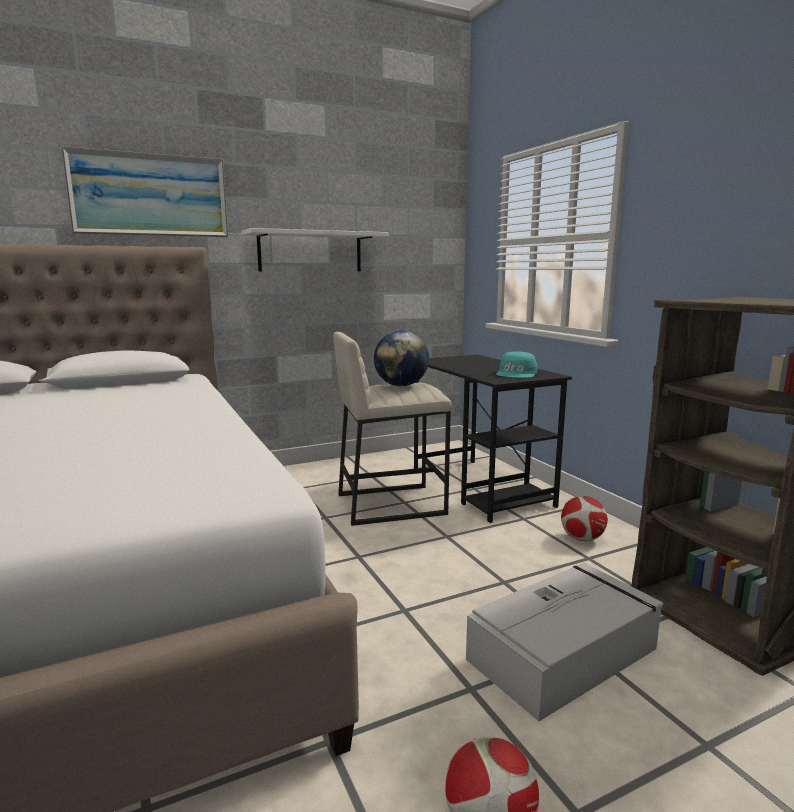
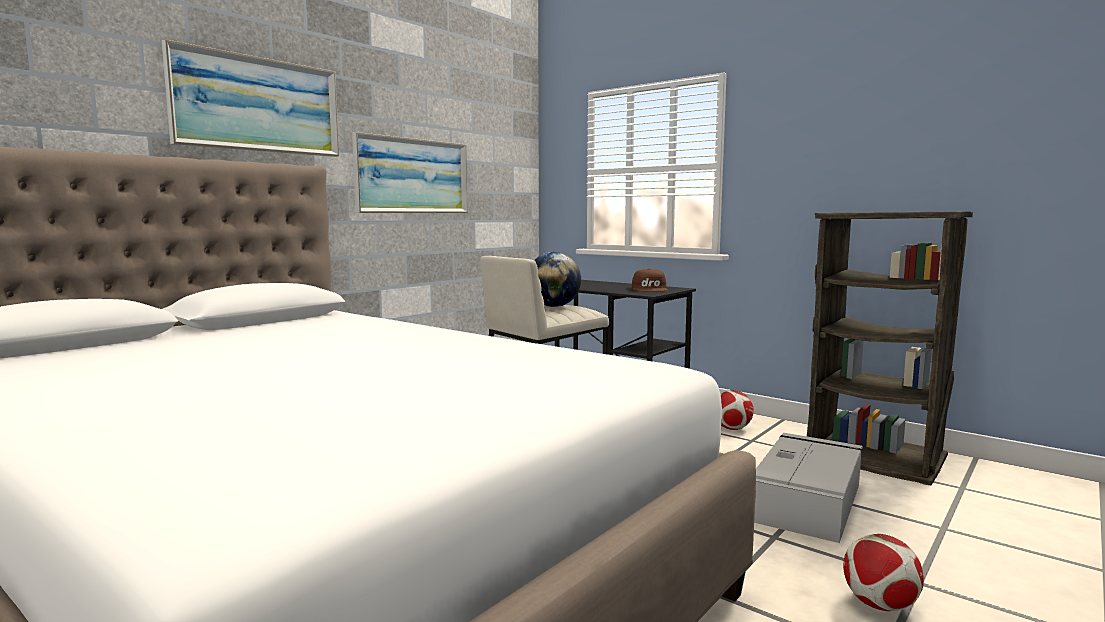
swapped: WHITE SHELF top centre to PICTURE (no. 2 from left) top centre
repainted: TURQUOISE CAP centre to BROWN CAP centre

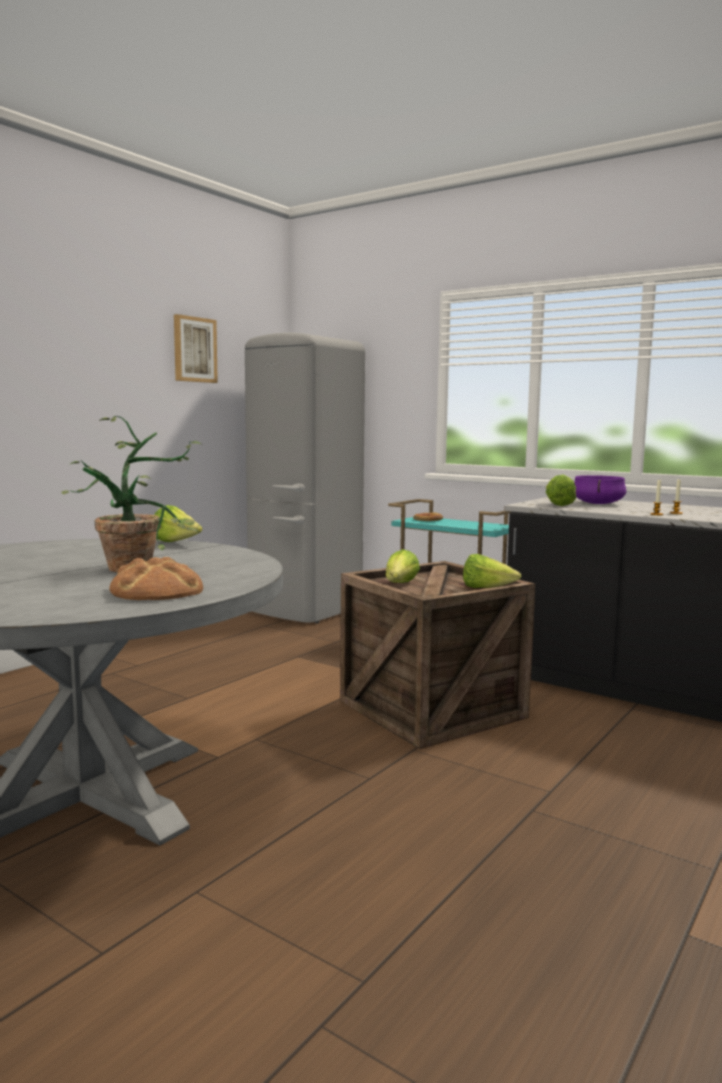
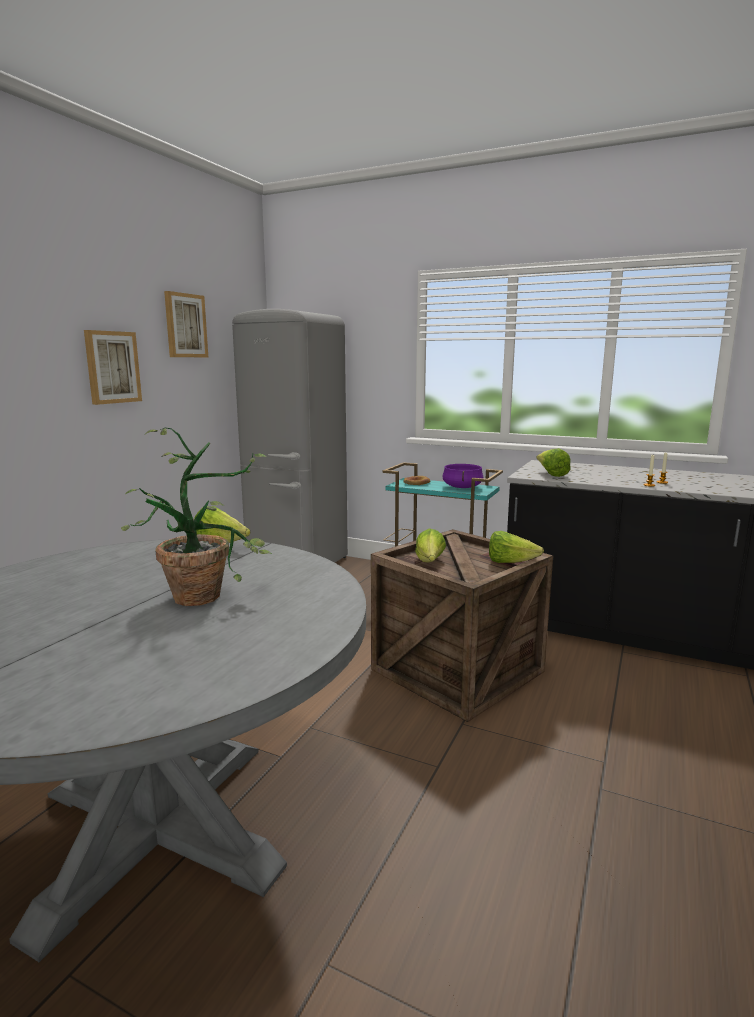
gone: BREAD (no. 1 from left) middle left
new: PICTURE (no. 1 from left) middle left
shifted: PURPLE COOKING POT middle right to centre

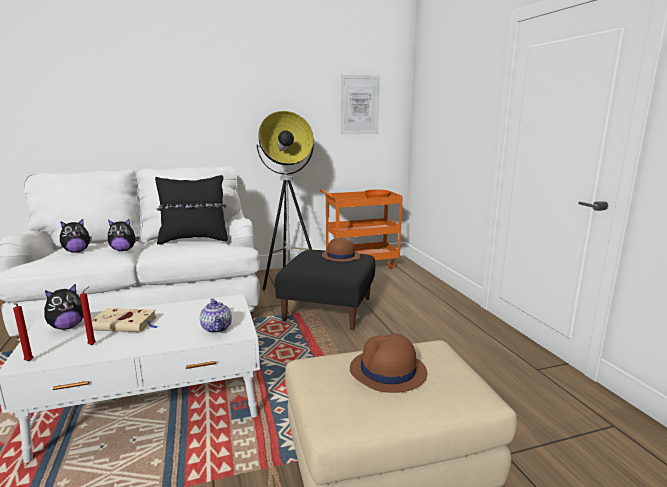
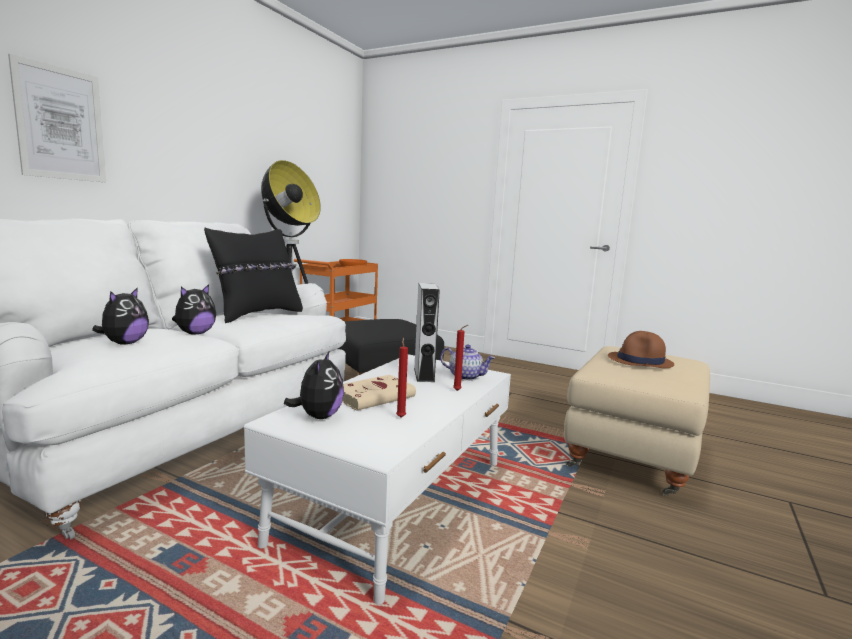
gone: BROWN HAT (no. 1 from left) centre
new: GREY SPEAKER centre
shifted: PICTURE top centre to top left; RED CANDLE (no. 1 from left in the first image) bottom left to RED CANDLE (no. 2 from left) centre

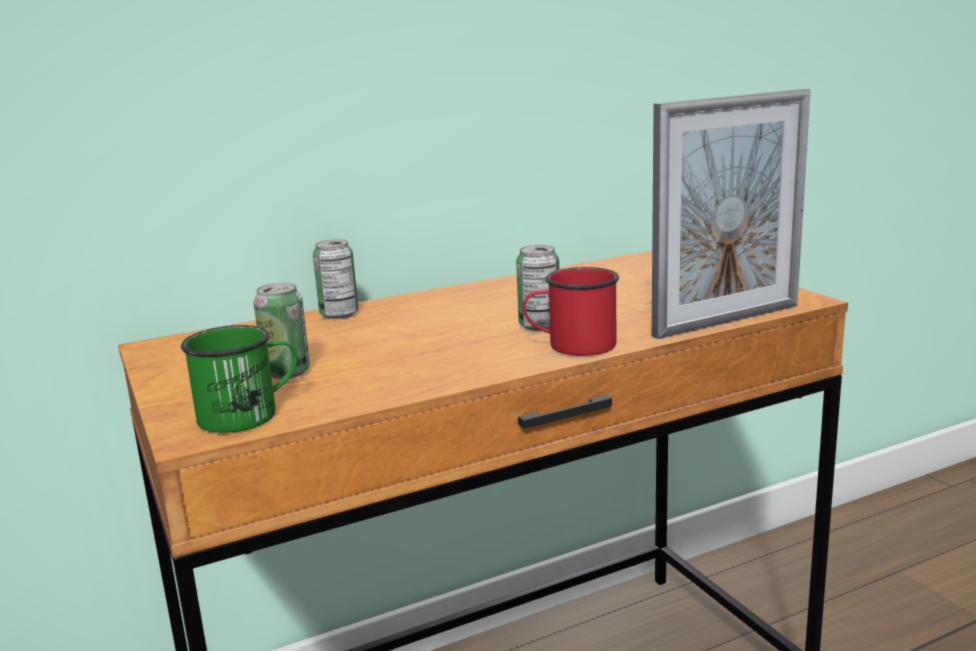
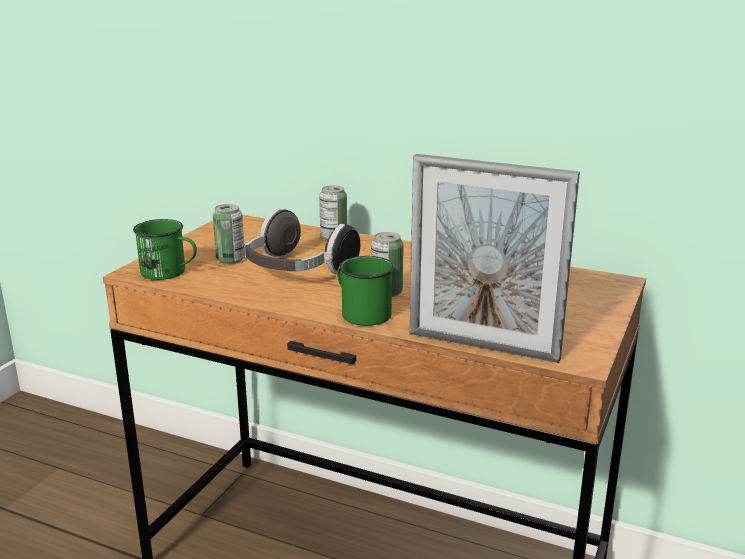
new: HEADPHONES centre
repainted: RED MUG centre to GREEN MUG (no. 2 from left) centre

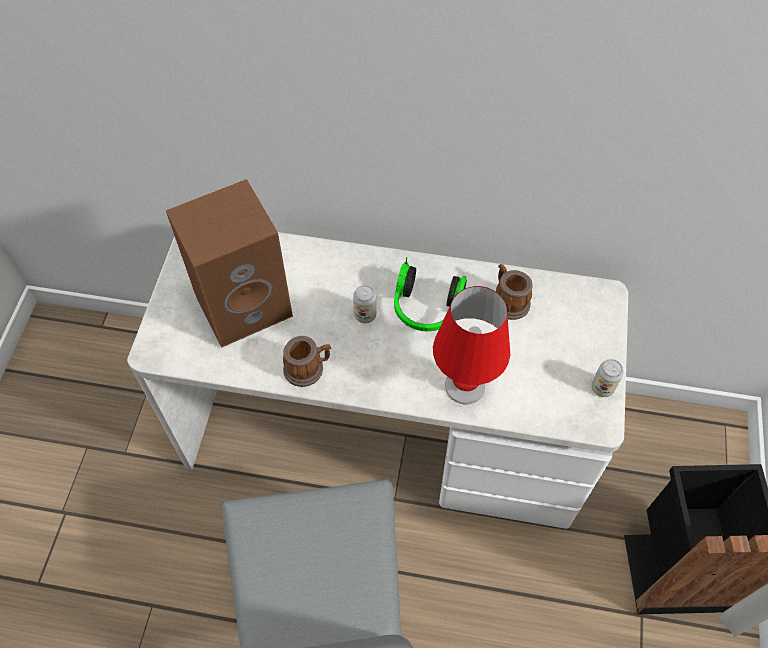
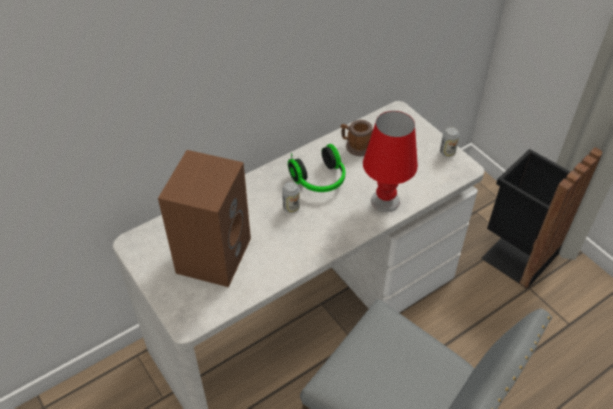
gone: MUG (no. 1 from left) centre

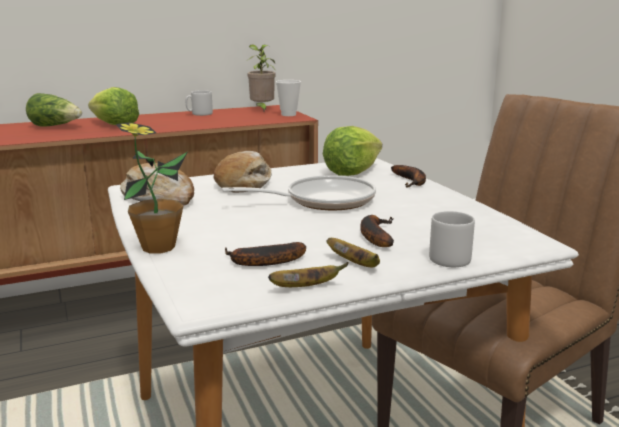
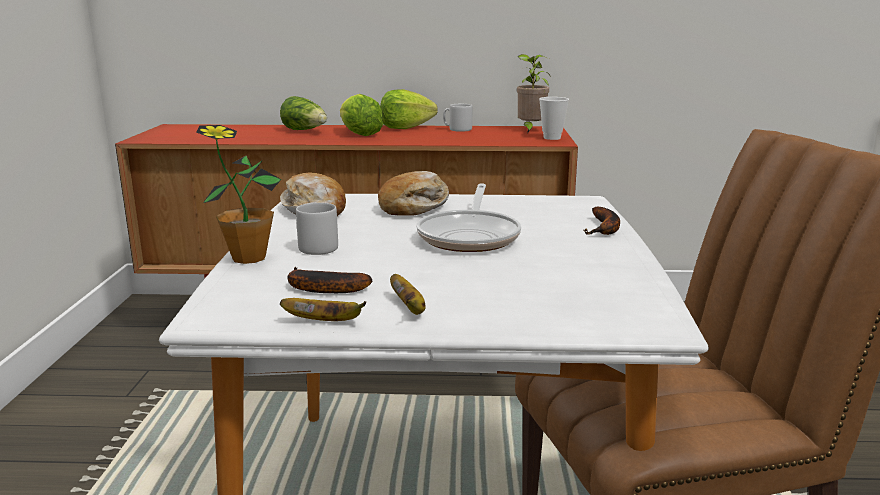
gone: BANANA (no. 4 from left) centre
shifted: LETTUCE (no. 3 from left) centre to top centre; GREY MUG (no. 2 from left in the first image) middle right to GREY MUG (no. 1 from left) centre
rotated: FRYING PAN centre = centre 90 degrees clockwise

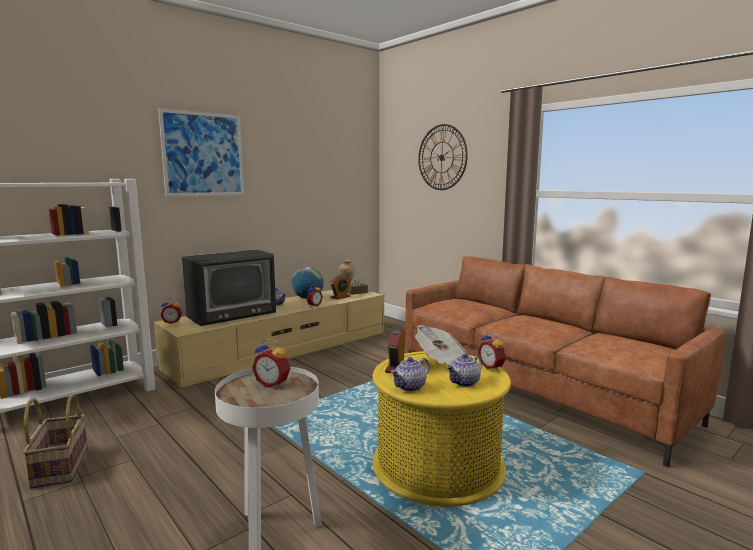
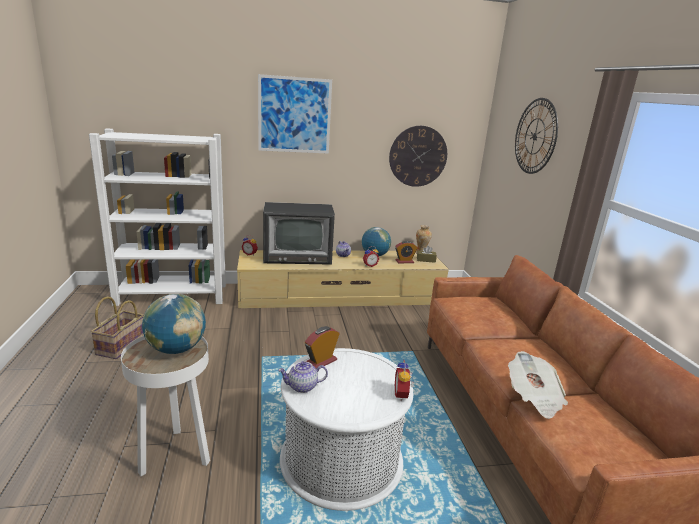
gone: TEAPOT (no. 3 from left) bottom centre
new: WALL CLOCK (no. 1 from left) top centre
shifted: NEWSPAPER centre to bottom right
swapped: ALARM CLOCK (no. 2 from left) centre to GLOBE (no. 1 from left) middle left
repainted: YELLOW COFFEE TABLE bottom centre to WHITE COFFEE TABLE bottom centre

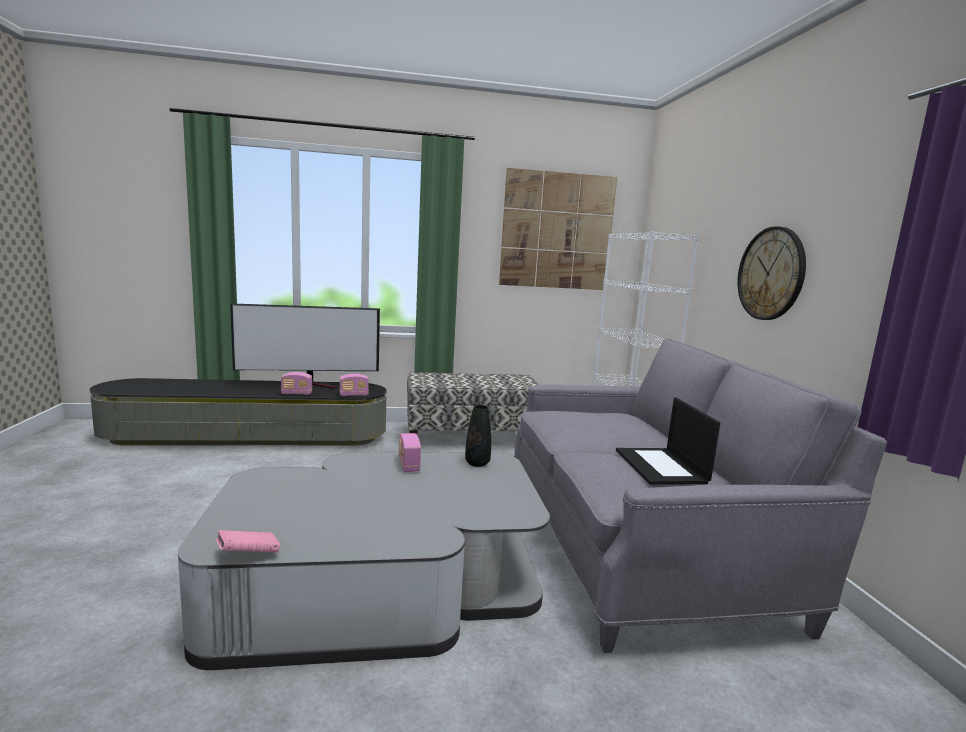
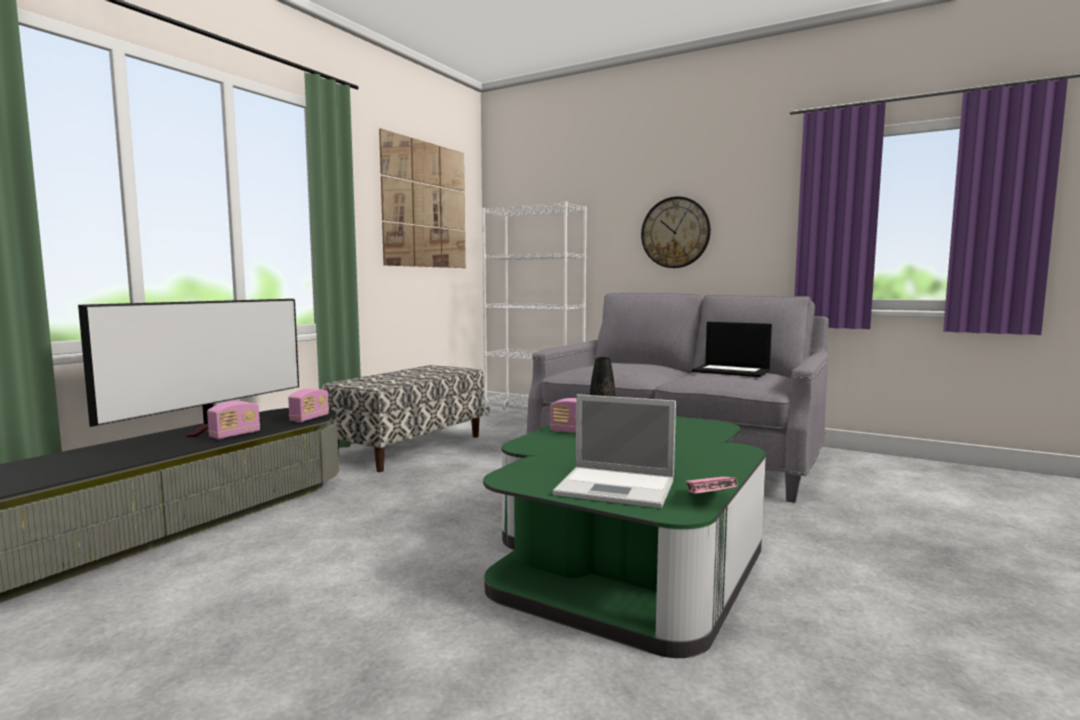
new: LAPTOP (no. 1 from left) centre
repainted: GREY COFFEE TABLE bottom centre to GREEN COFFEE TABLE bottom centre

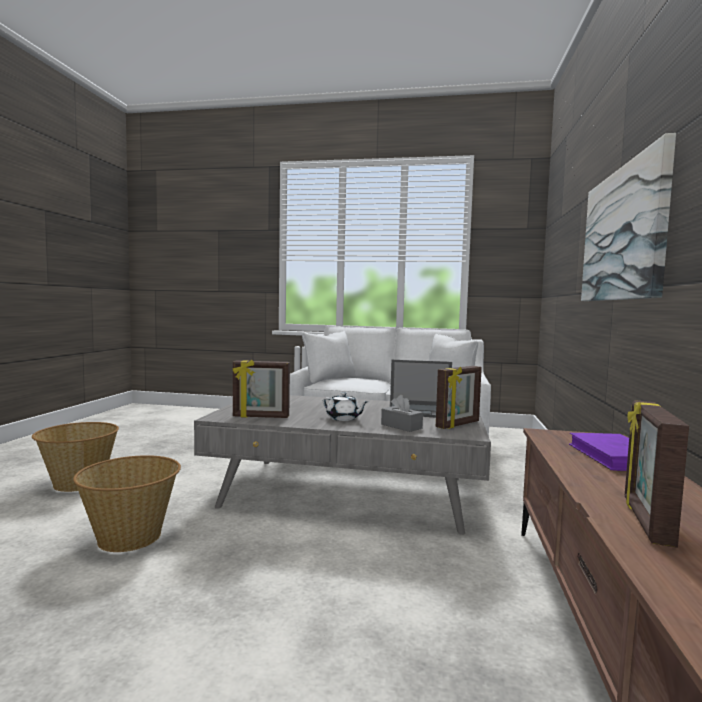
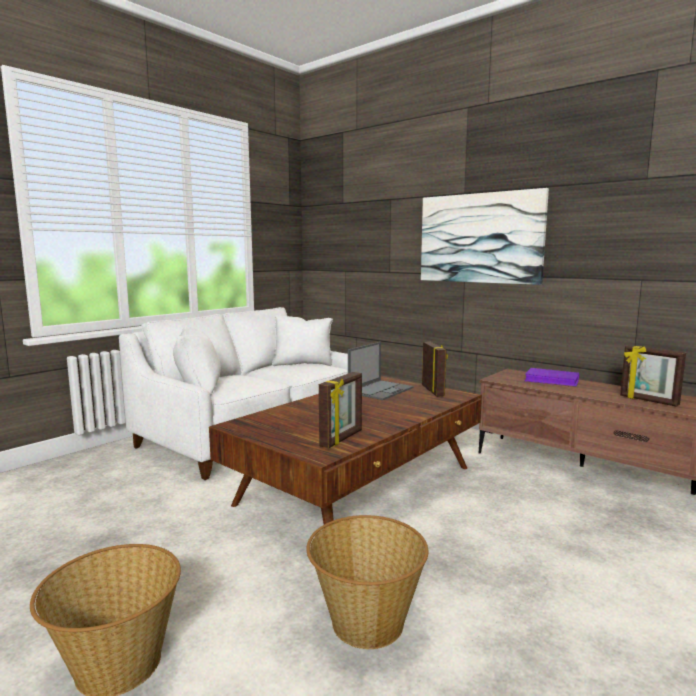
gone: WHITE TEAPOT centre; GREY TISSUE BOX centre
repainted: GREY COFFEE TABLE centre to BROWN COFFEE TABLE centre

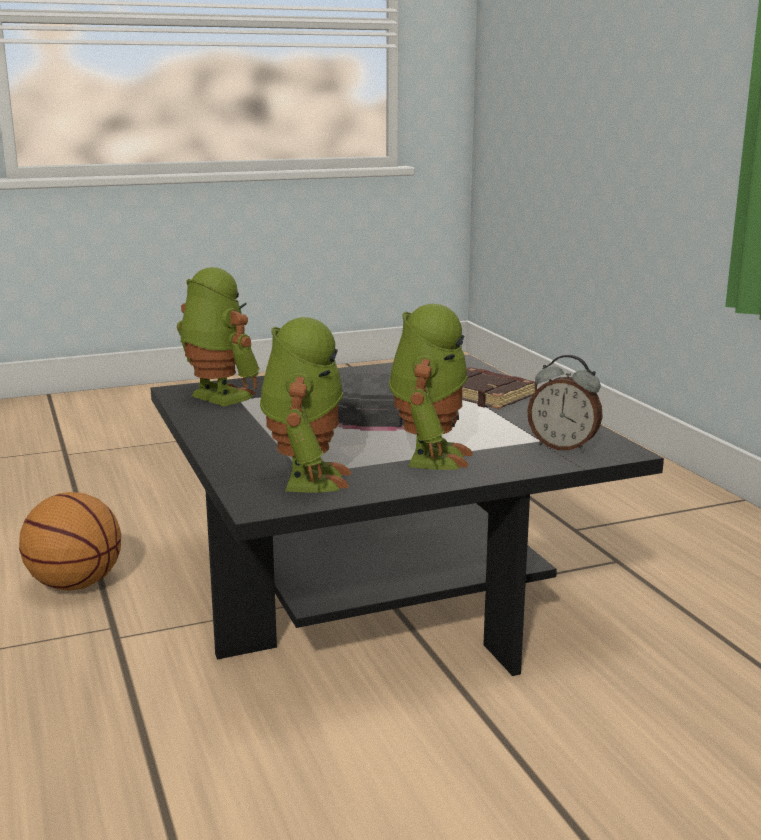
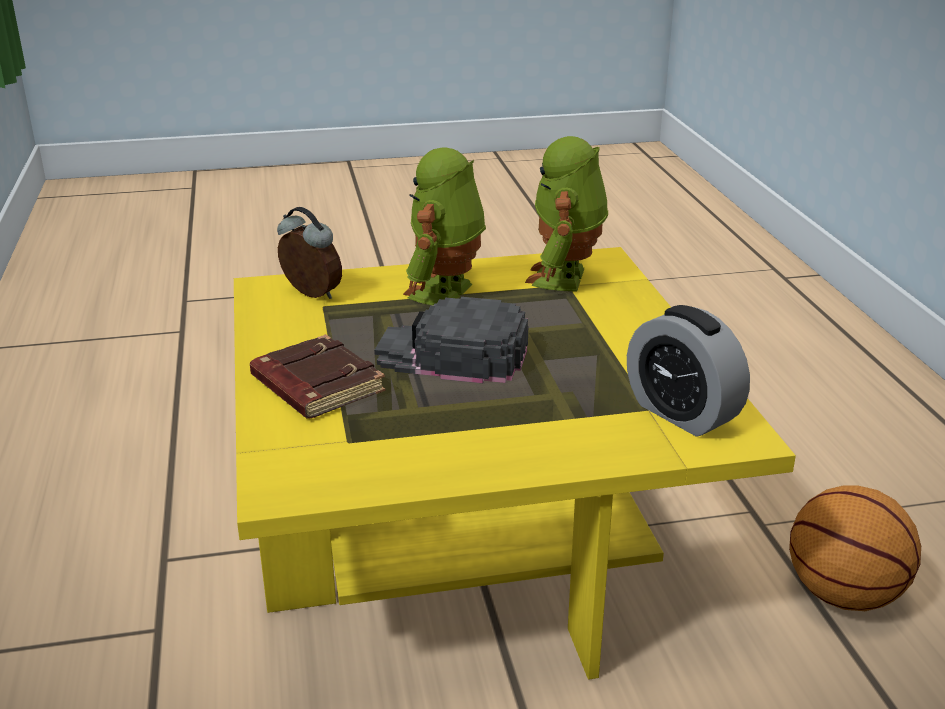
swapped: TOY ROBOT (no. 1 from left) middle left to ALARM CLOCK (no. 2 from left) middle right
repainted: BLACK COFFEE TABLE centre to YELLOW COFFEE TABLE centre

